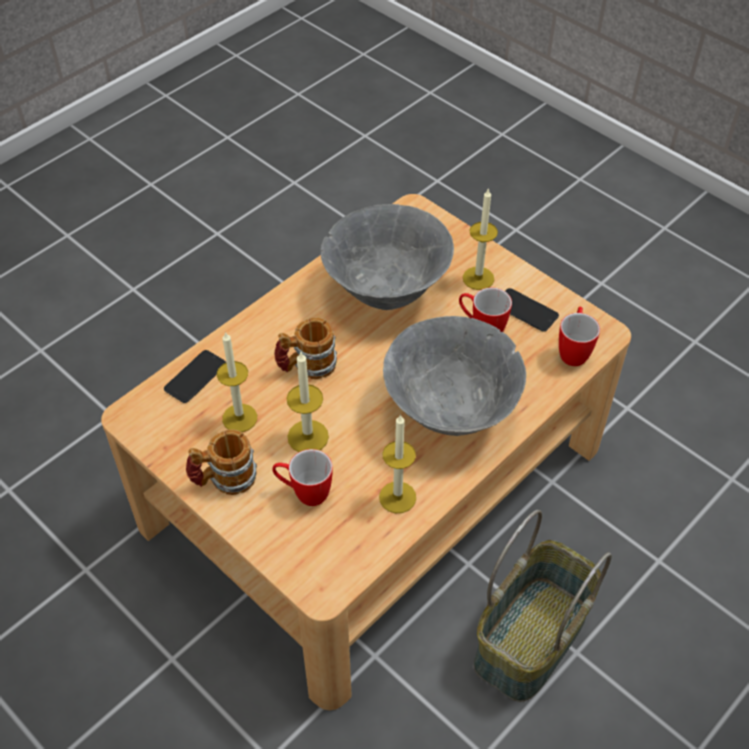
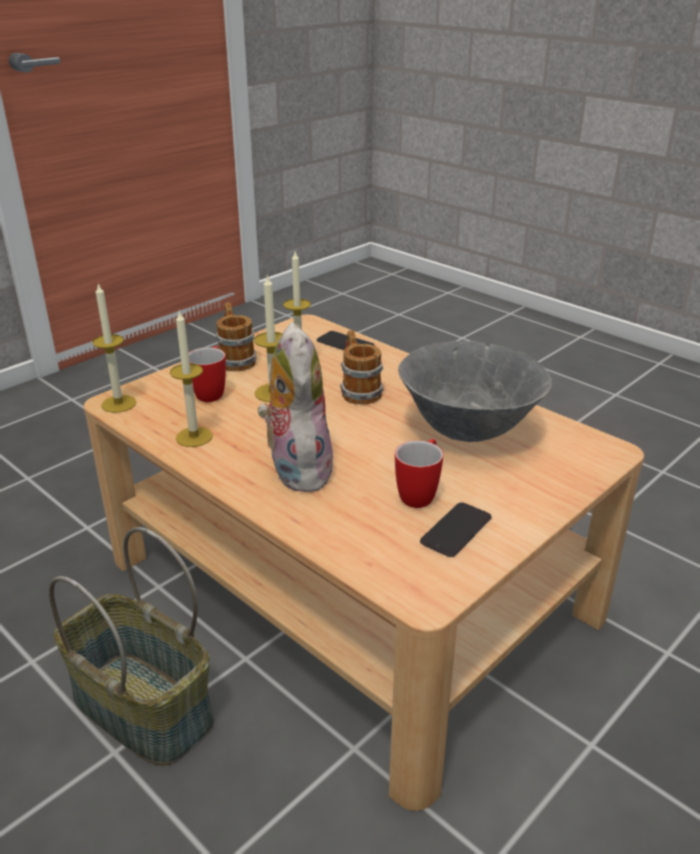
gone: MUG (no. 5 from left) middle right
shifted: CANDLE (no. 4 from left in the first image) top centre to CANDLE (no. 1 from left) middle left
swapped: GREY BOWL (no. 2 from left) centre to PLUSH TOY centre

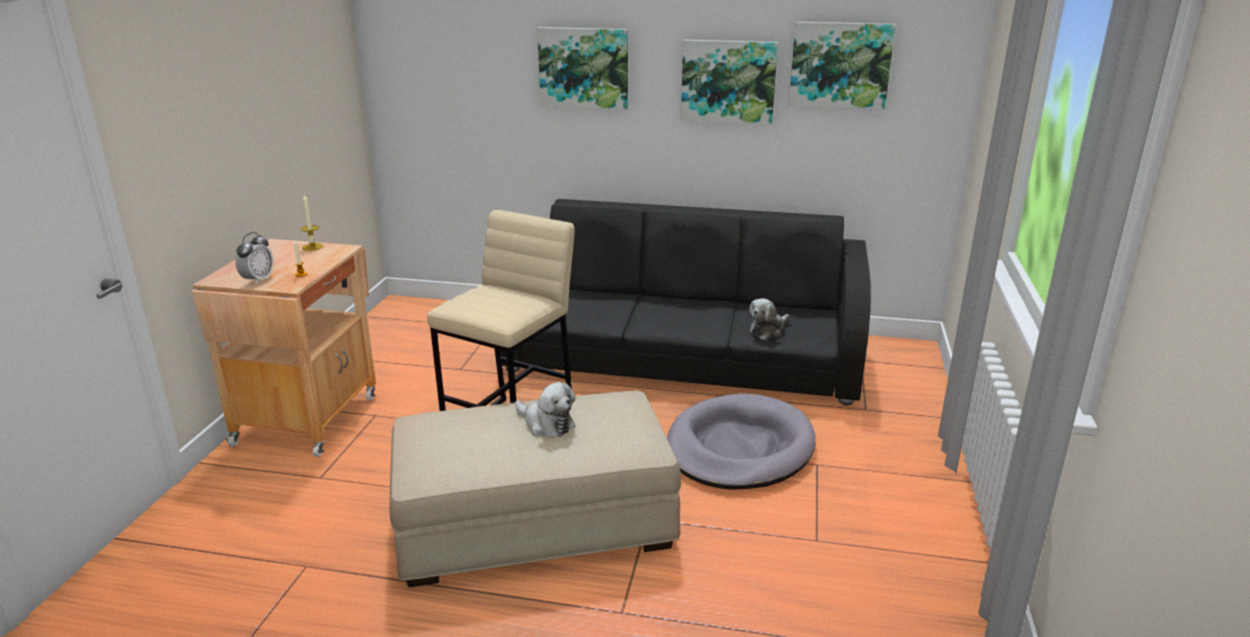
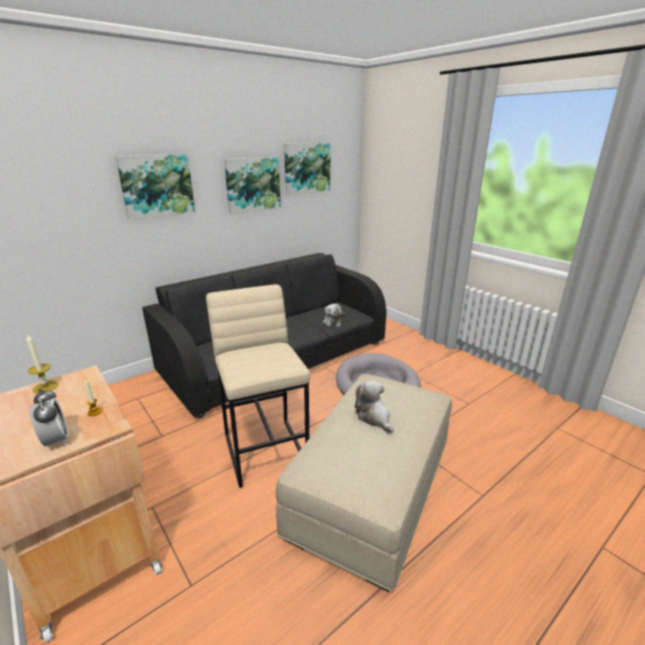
rotated: PLUSH TOY (no. 1 from left in the first image) centre = centre 105 degrees counterclockwise

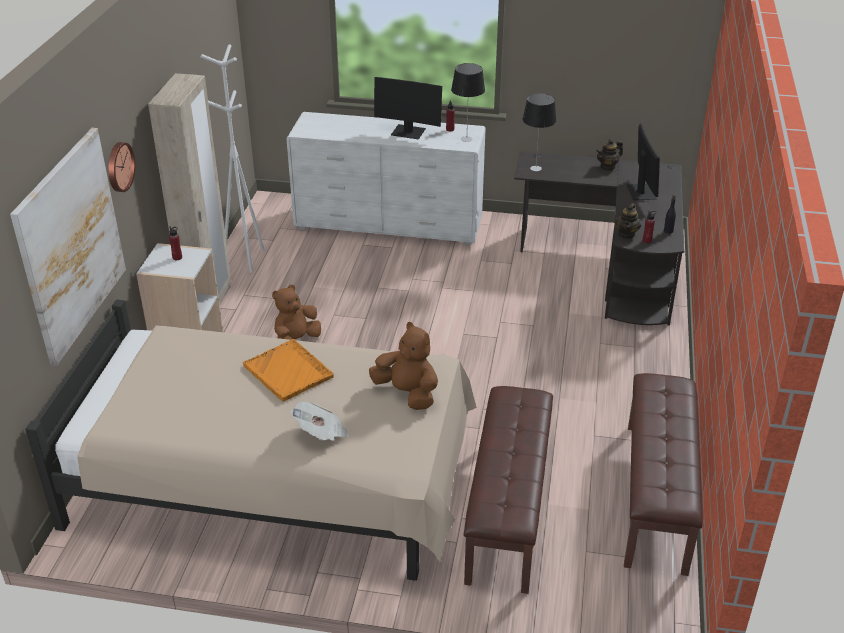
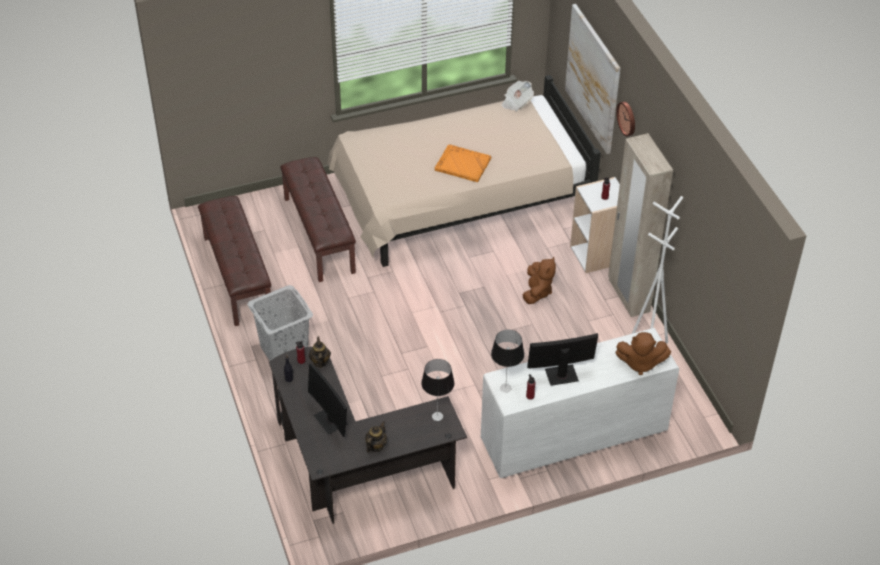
new: GREY LAUNDRY BASKET middle left
shifted: BROWN PLUSH TOY (no. 2 from left) centre to middle right; NEWSPAPER centre to top centre

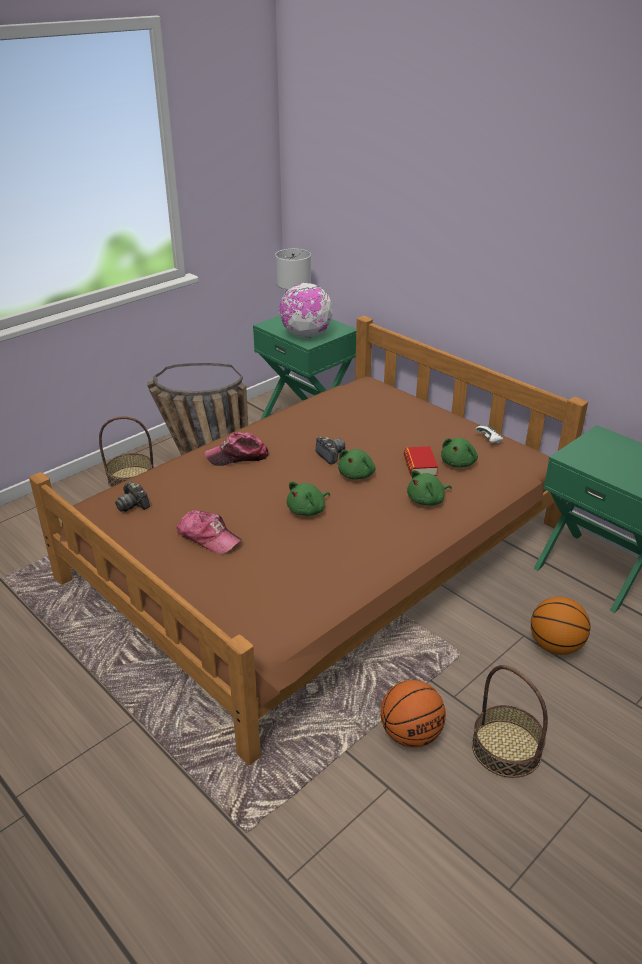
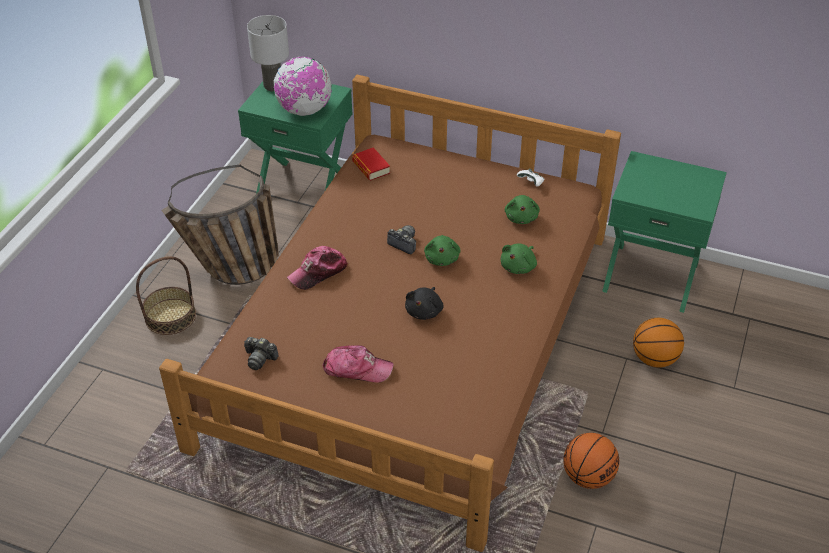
gone: BASKET (no. 3 from left) bottom right
shifted: BOOK centre to top centre
repainted: GREEN PLUSH TOY (no. 1 from left) centre to BLACK PLUSH TOY centre

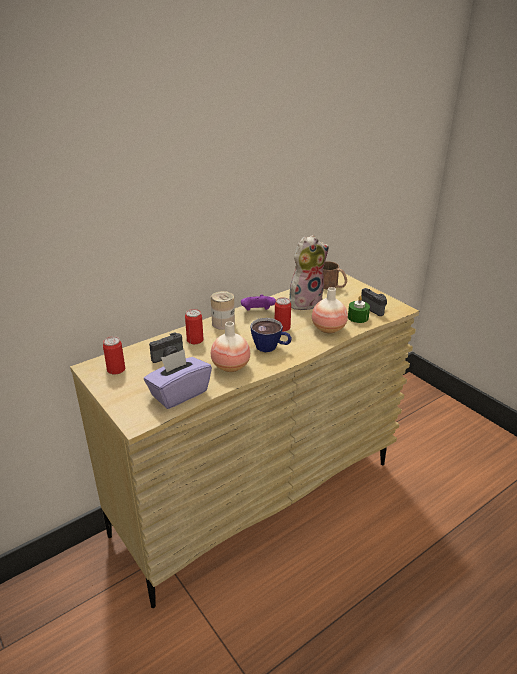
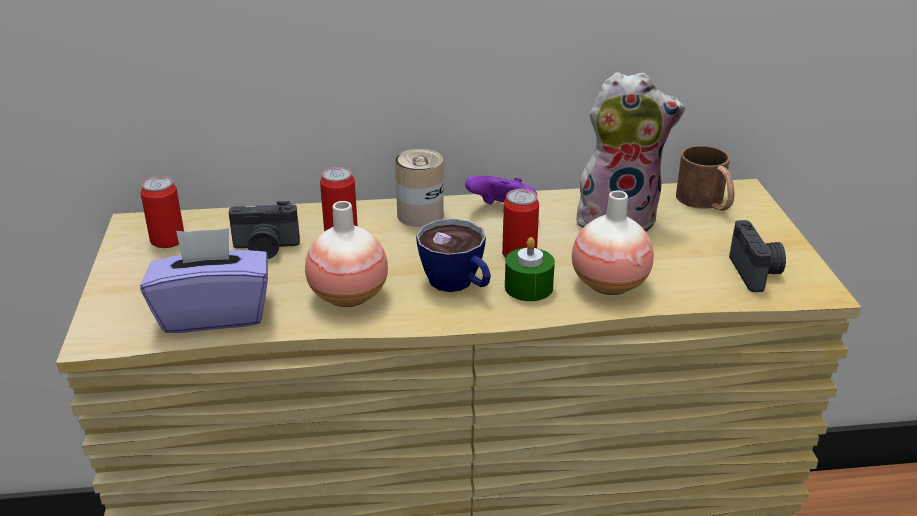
shifted: GREEN CANDLE middle right to centre

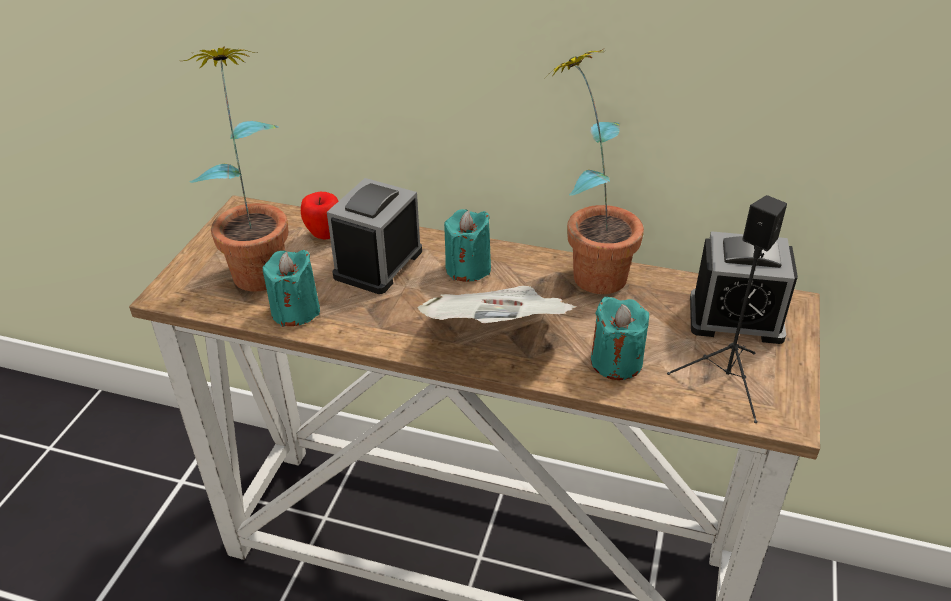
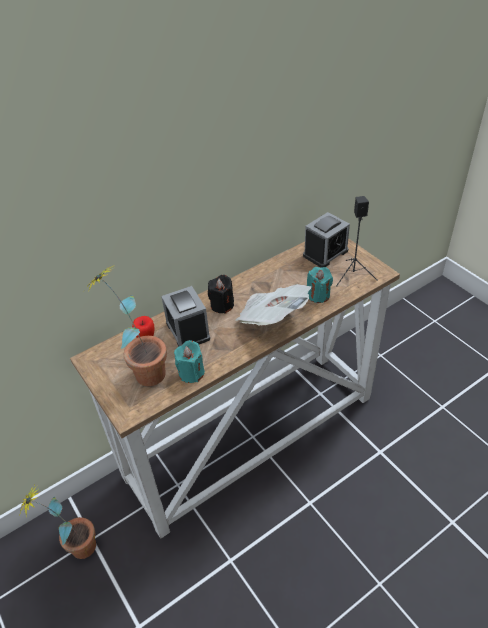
shifted: POTTED PLANT (no. 2 from left in the first image) top centre to POTTED PLANT (no. 1 from left) bottom left
repainted: TURQUOISE CANDLE (no. 2 from left) centre to BLACK CANDLE centre

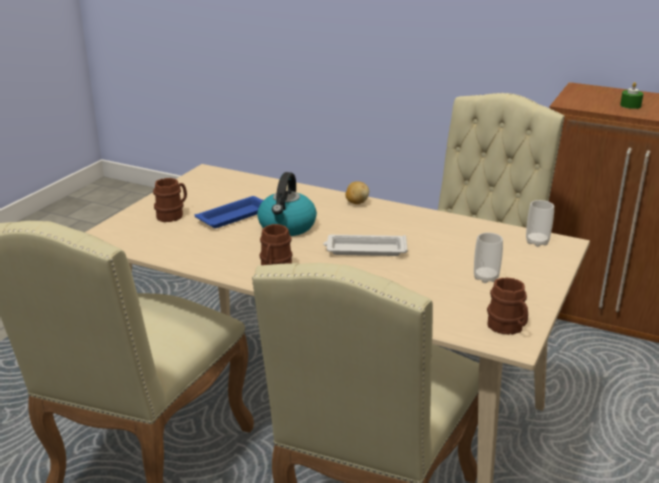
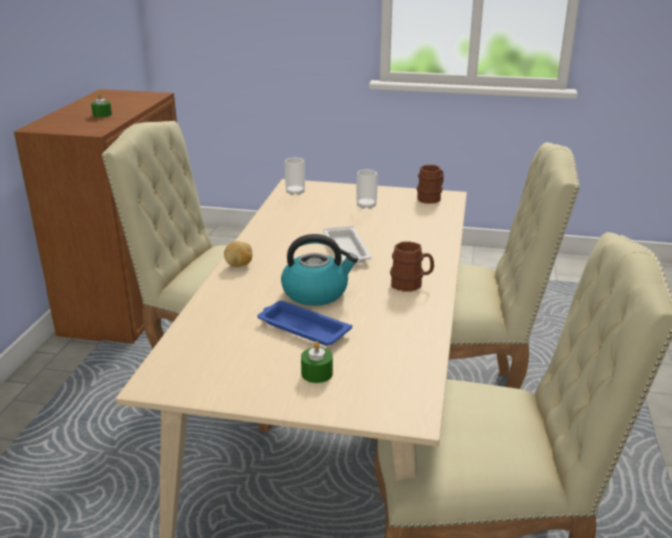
swapped: BROWN MUG (no. 1 from left) middle left to GREEN CANDLE (no. 2 from left) bottom centre

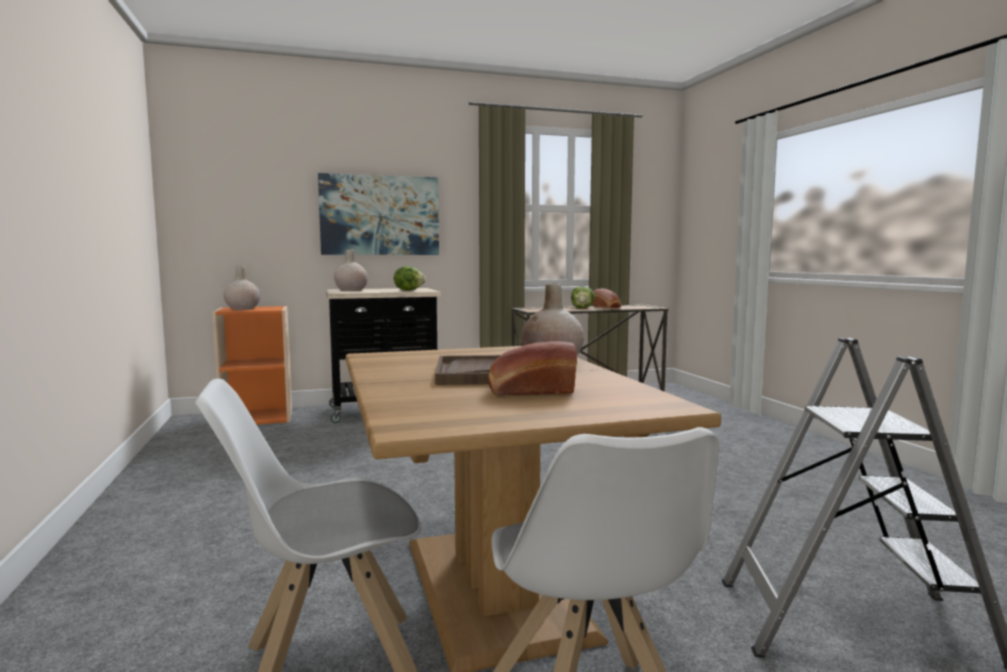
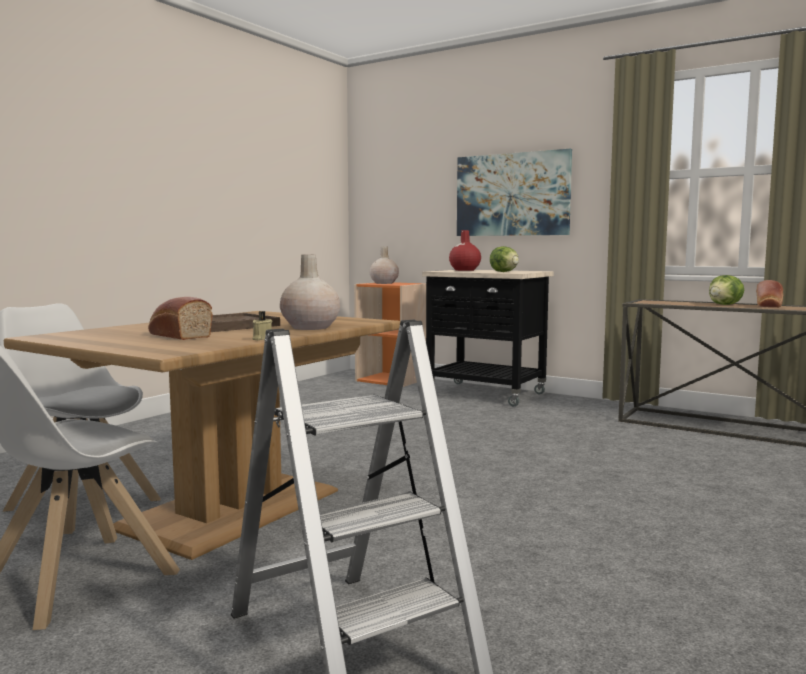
new: BEIGE CANDLE middle left
repainted: BEIGE VASE (no. 2 from left) centre to RED VASE centre

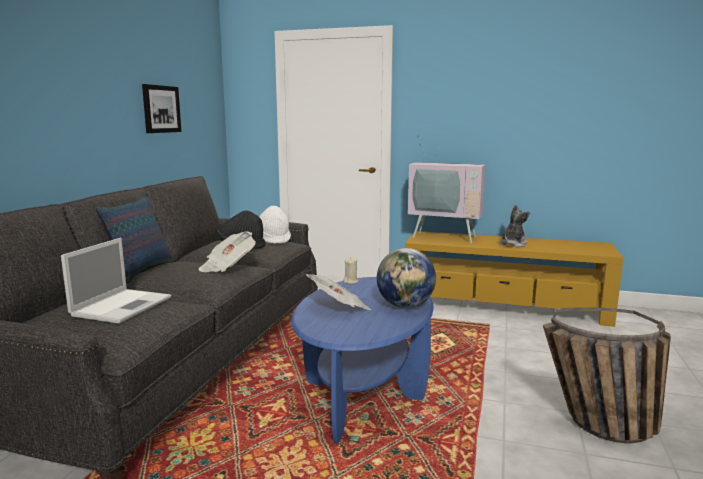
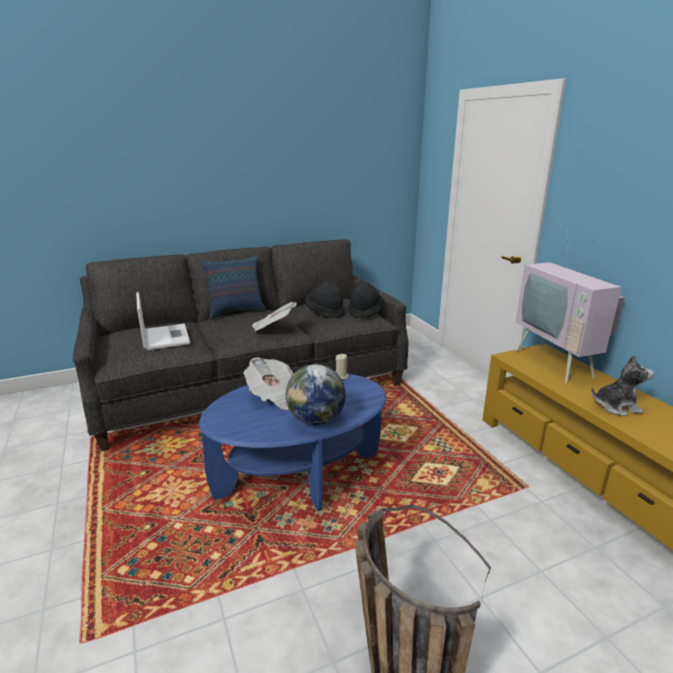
gone: PICTURE top left
repainted: WHITE HAT centre to BLACK HAT (no. 2 from left) centre
rotated: LAPTOP middle left = middle left 90 degrees counterclockwise

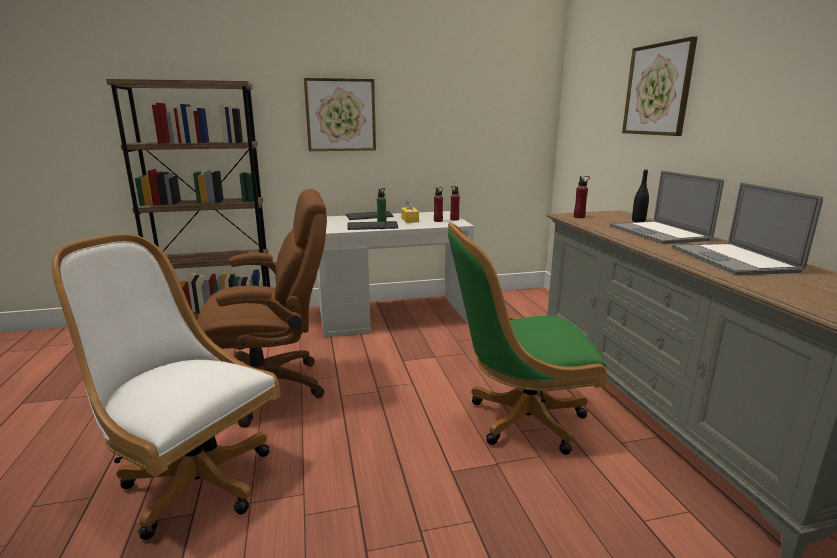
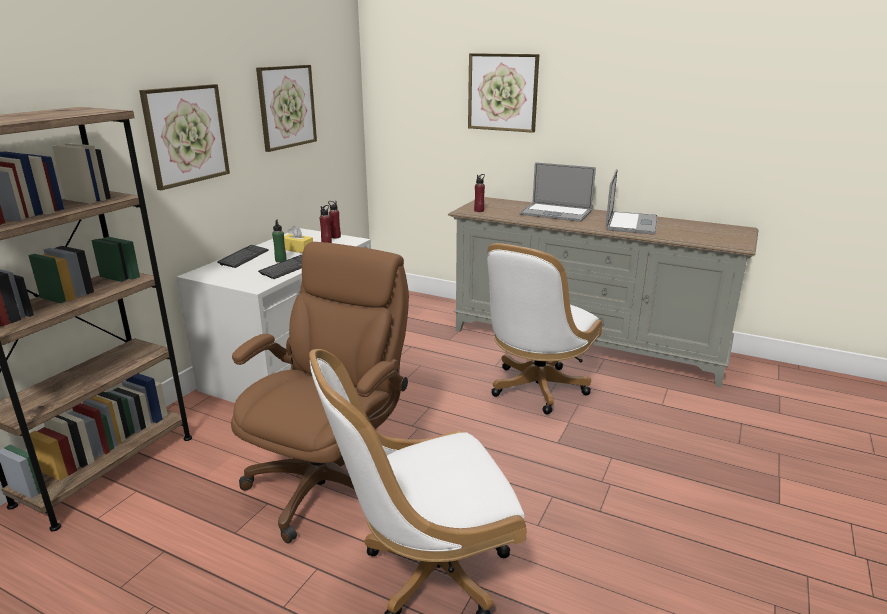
gone: BLACK BOTTLE middle right
new: PICTURE (no. 2 from left) top left
repainted: GREEN OFFICE CHAIR centre to WHITE OFFICE CHAIR (no. 2 from left) centre
rotated: LAPTOP (no. 2 from left) middle right = top right 105 degrees counterclockwise

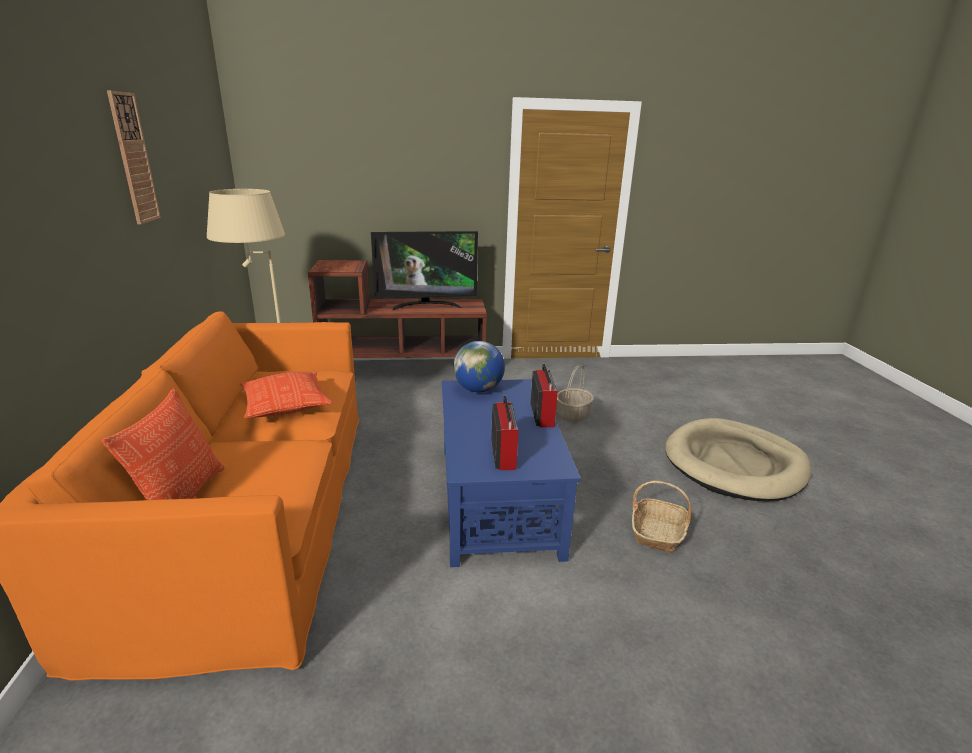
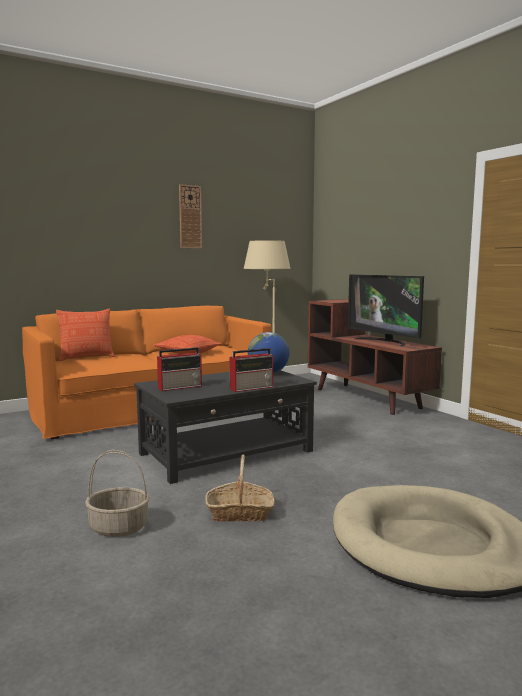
shifted: BASKET (no. 1 from left) centre to bottom left
repainted: BLUE COFFEE TABLE centre to BLACK COFFEE TABLE centre

